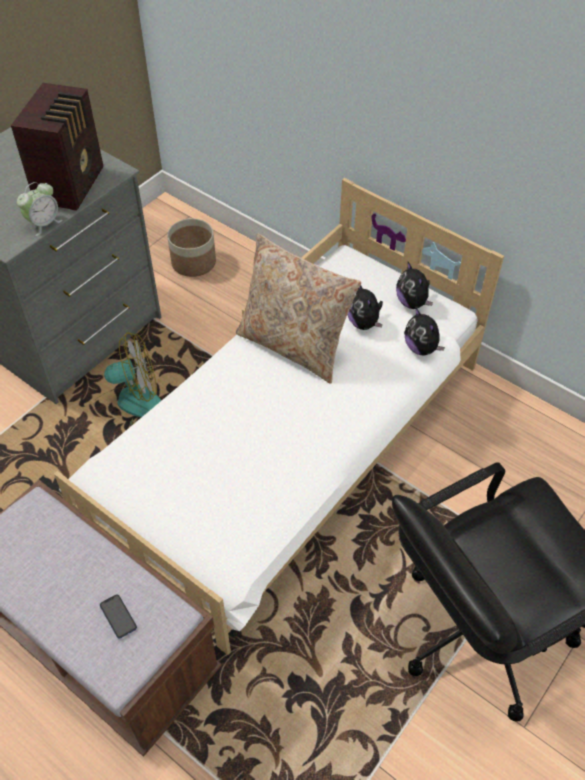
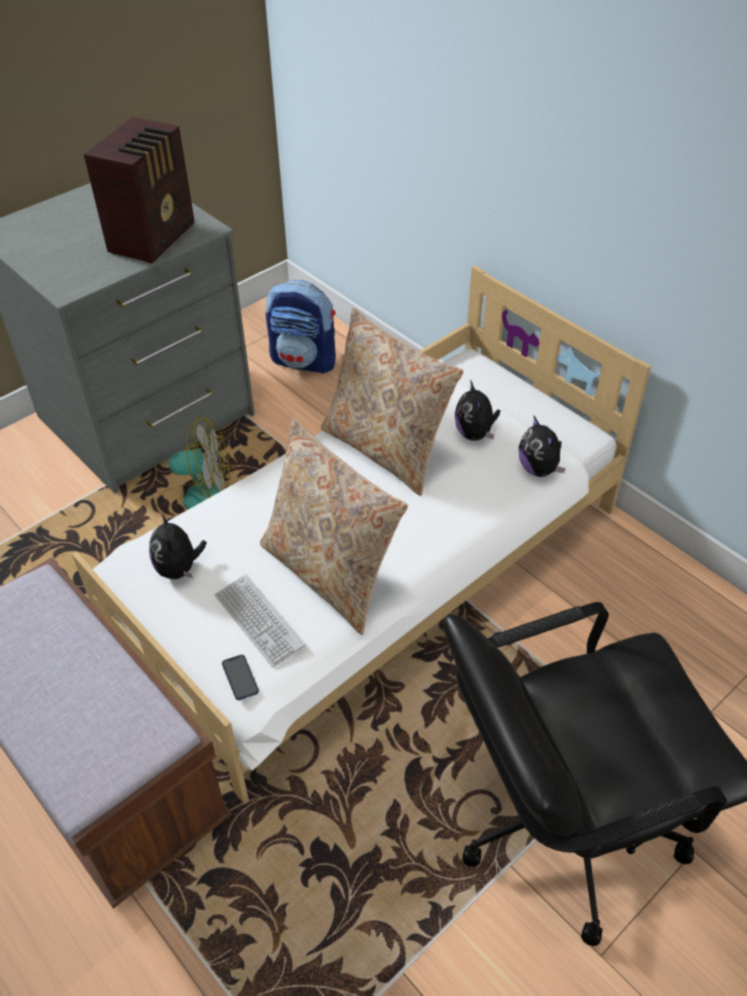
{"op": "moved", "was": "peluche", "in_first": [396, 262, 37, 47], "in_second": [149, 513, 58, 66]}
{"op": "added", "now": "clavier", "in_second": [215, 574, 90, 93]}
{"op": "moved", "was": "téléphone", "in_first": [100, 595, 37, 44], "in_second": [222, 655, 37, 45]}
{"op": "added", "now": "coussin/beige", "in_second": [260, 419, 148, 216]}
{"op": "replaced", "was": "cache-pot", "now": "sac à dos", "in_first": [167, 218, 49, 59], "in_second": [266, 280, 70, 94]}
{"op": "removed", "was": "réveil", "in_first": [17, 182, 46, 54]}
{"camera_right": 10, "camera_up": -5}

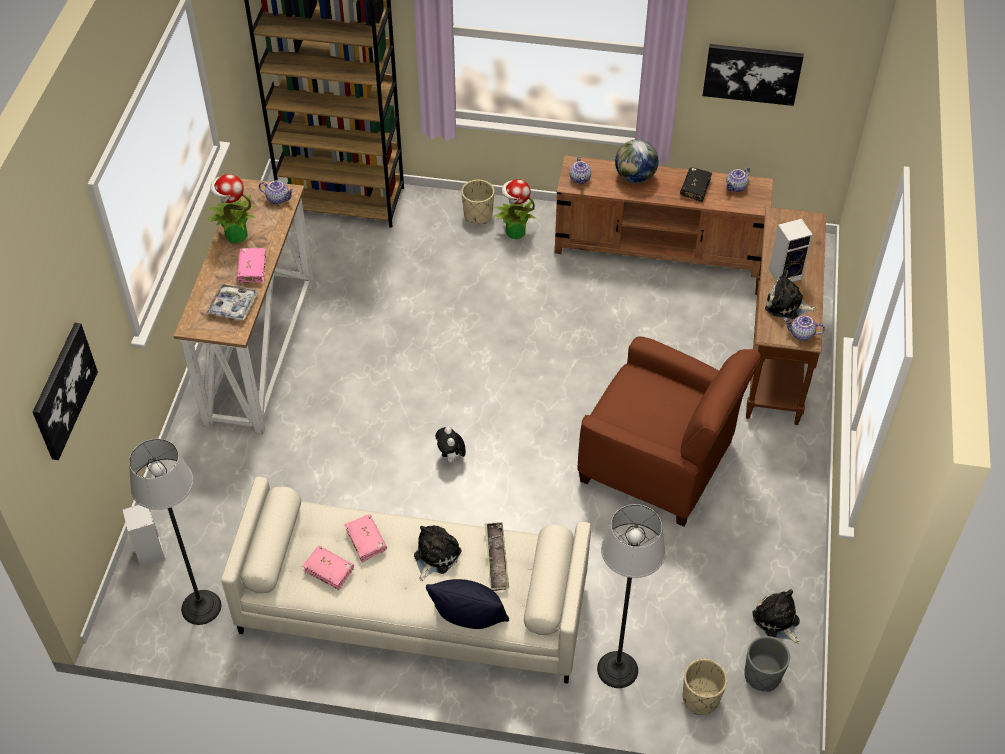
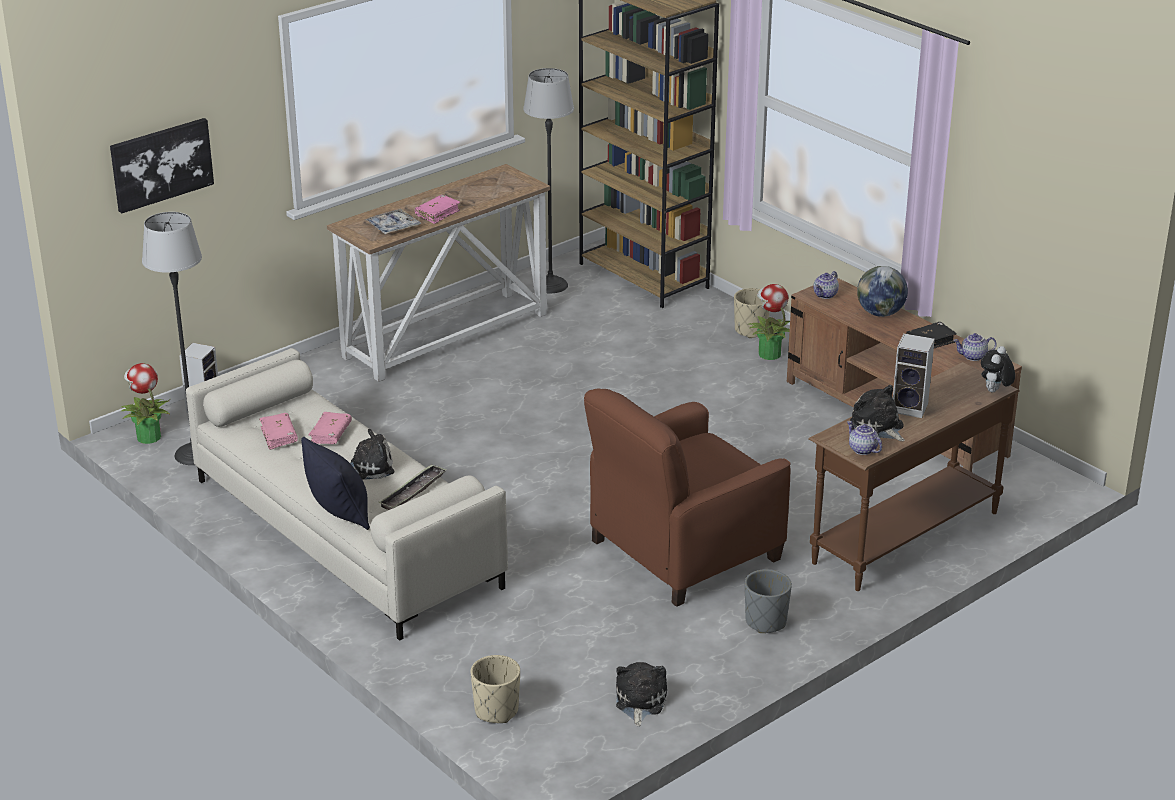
{"op": "moved", "was": "plante en pot", "in_first": [206, 174, 50, 69], "in_second": [120, 363, 50, 81]}
{"op": "moved", "was": "lampadaire", "in_first": [597, 504, 69, 184], "in_second": [523, 68, 51, 225]}
{"op": "turned", "was": "fauteuil/marron", "in_first": [578, 336, 183, 191], "in_second": [584, 389, 206, 218], "clockwise": 75}
{"op": "moved", "was": "cache-pot/gris", "in_first": [744, 636, 46, 55], "in_second": [745, 569, 47, 64]}
{"op": "moved", "was": "peluche", "in_first": [435, 427, 31, 36], "in_second": [981, 346, 34, 46]}
{"op": "removed", "was": "théière", "in_first": [259, 181, 35, 23]}
{"op": "removed", "was": "tableau", "in_first": [703, 44, 101, 62]}
{"camera_right": 40, "camera_up": -20}

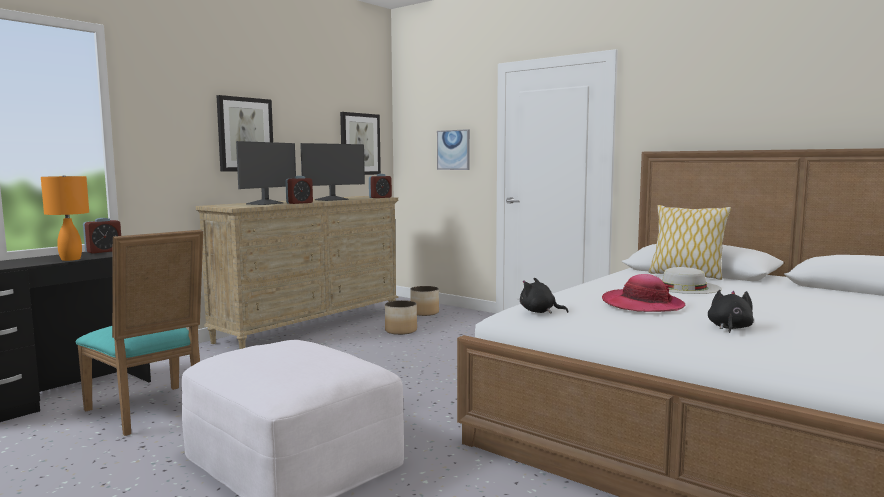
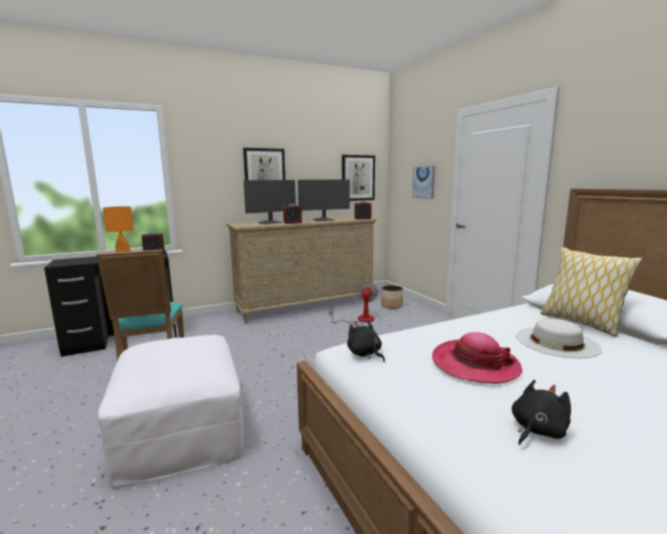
{"op": "replaced", "was": "cache-pot", "now": "ventilateur", "in_first": [385, 300, 32, 35], "in_second": [329, 282, 49, 43]}
{"camera_right": 25, "camera_up": 5}

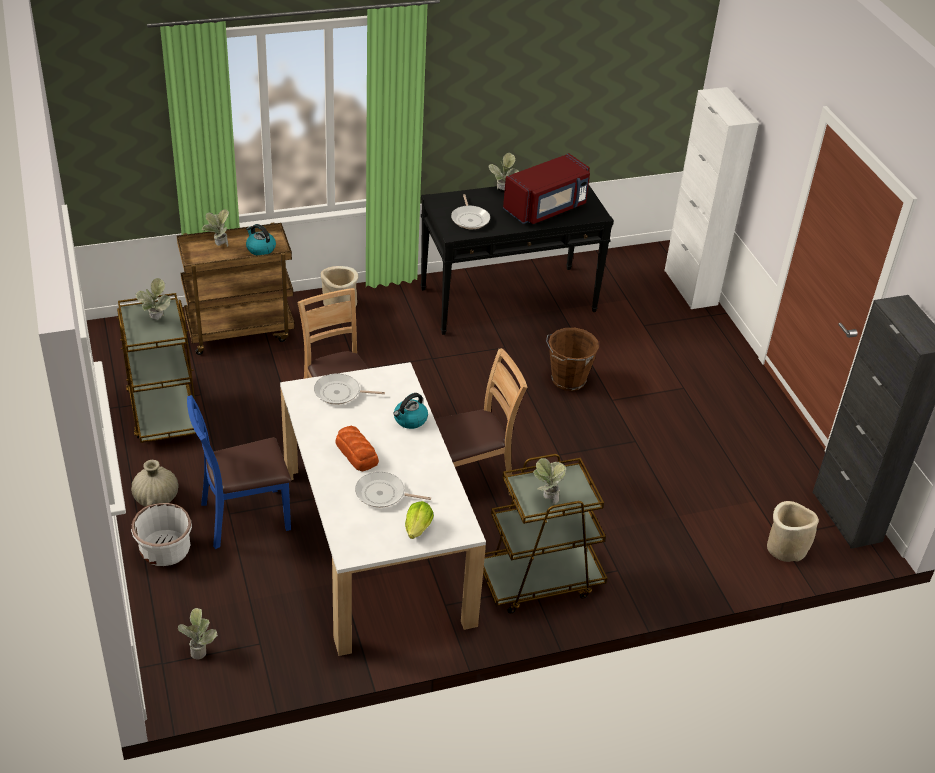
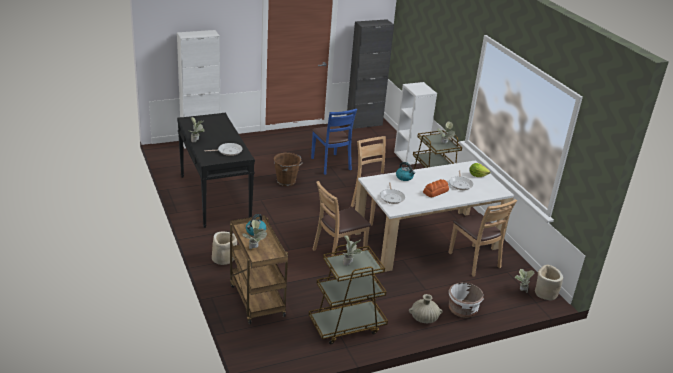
{"op": "moved", "was": "chaise/bleu", "in_first": [187, 395, 104, 154], "in_second": [311, 109, 46, 66]}
{"op": "added", "now": "bibliothèque/blanc", "in_second": [394, 82, 43, 83]}
{"op": "added", "now": "chaise/marron", "in_second": [448, 199, 69, 78]}
{"op": "moved", "was": "cache-pot/beige", "in_first": [767, 501, 52, 61], "in_second": [535, 265, 28, 35]}
{"op": "removed", "was": "micro-ondes/rouge", "in_first": [503, 153, 87, 71]}
{"camera_right": -95, "camera_up": -10}

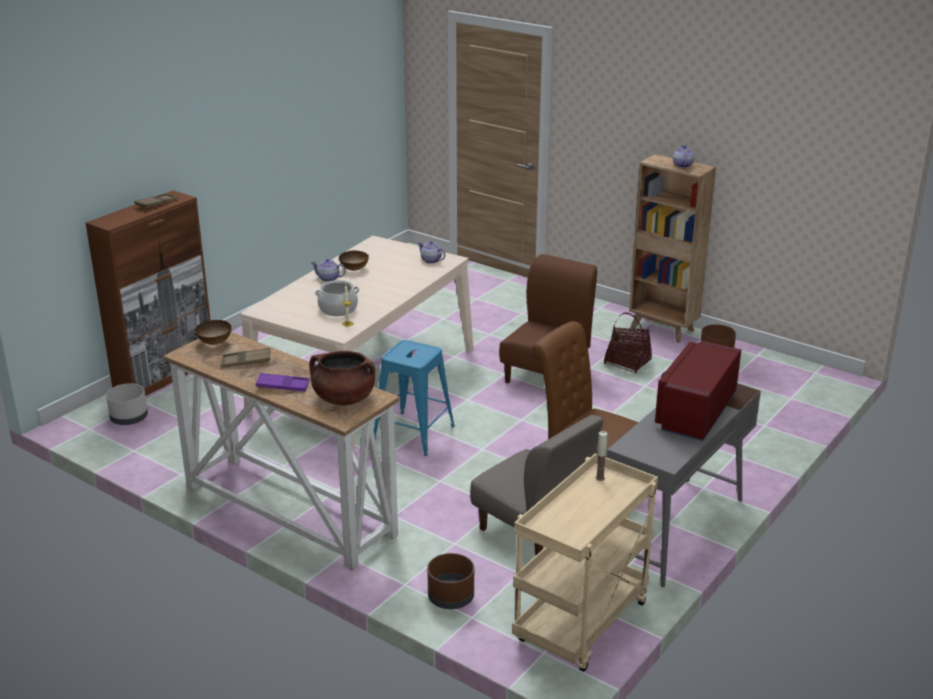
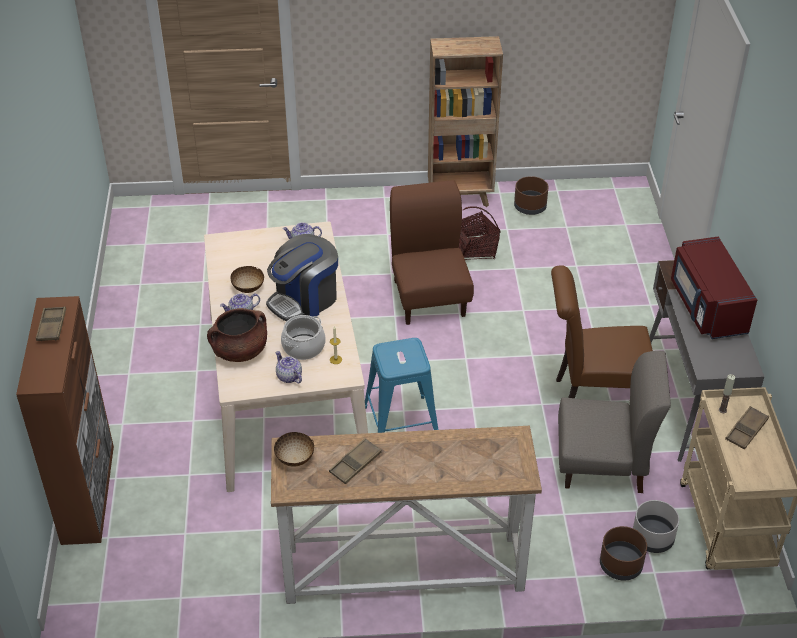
{"op": "moved", "was": "marmite/marron", "in_first": [309, 351, 66, 54], "in_second": [207, 308, 60, 54]}
{"op": "added", "now": "machine à café", "in_second": [266, 234, 72, 88]}
{"op": "moved", "was": "théière", "in_first": [673, 145, 21, 23], "in_second": [275, 351, 27, 32]}
{"op": "moved", "was": "cache-pot/gris", "in_first": [106, 383, 42, 42], "in_second": [633, 500, 46, 53]}
{"op": "added", "now": "plateau/marron", "in_second": [725, 406, 44, 44]}
{"op": "removed", "was": "plateau/violet", "in_first": [256, 373, 53, 19]}
{"camera_right": -40, "camera_up": 15}

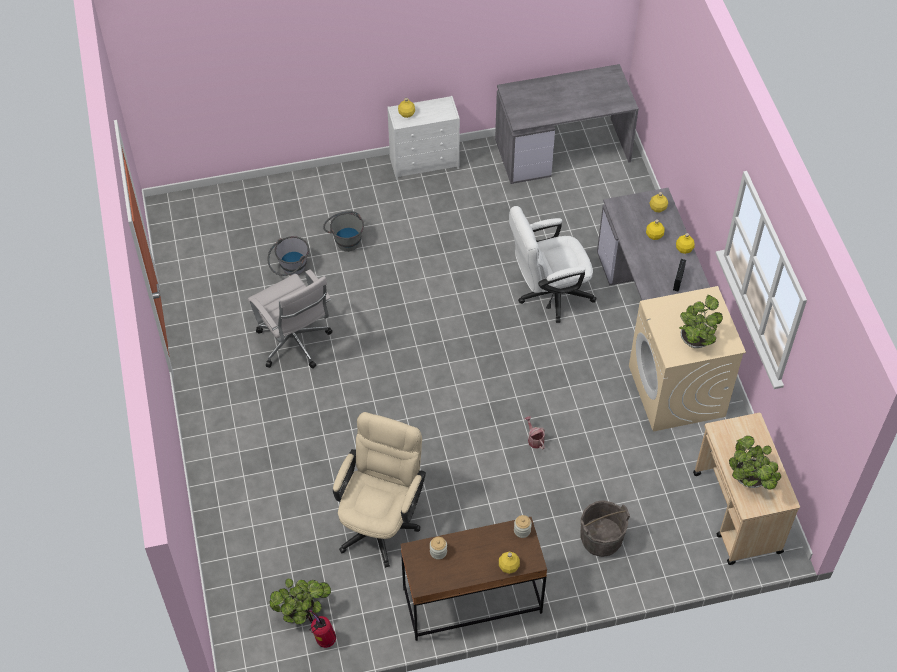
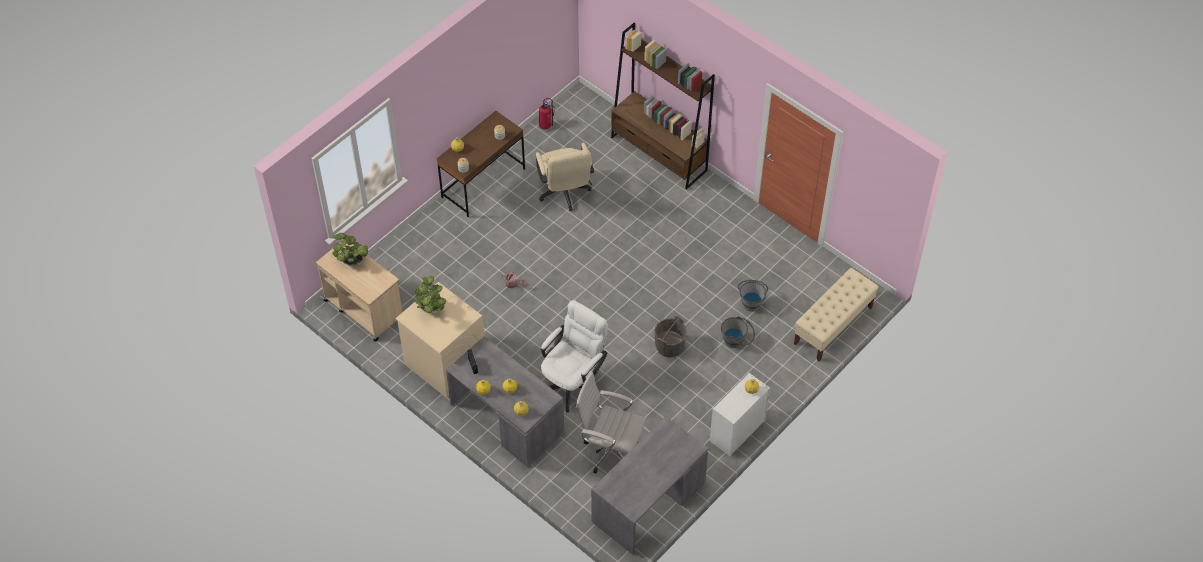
{"op": "moved", "was": "chaise de bureau/blanc", "in_first": [248, 269, 85, 99], "in_second": [576, 372, 70, 101]}
{"op": "added", "now": "bibliothèque/marron", "in_second": [611, 23, 104, 167]}
{"op": "moved", "was": "seau/gris", "in_first": [580, 501, 50, 56], "in_second": [654, 315, 33, 43]}
{"op": "added", "now": "banc/beige", "in_second": [794, 268, 85, 94]}
{"op": "removed", "was": "plante en pot", "in_first": [270, 579, 61, 46]}
{"camera_right": 145, "camera_up": 0}

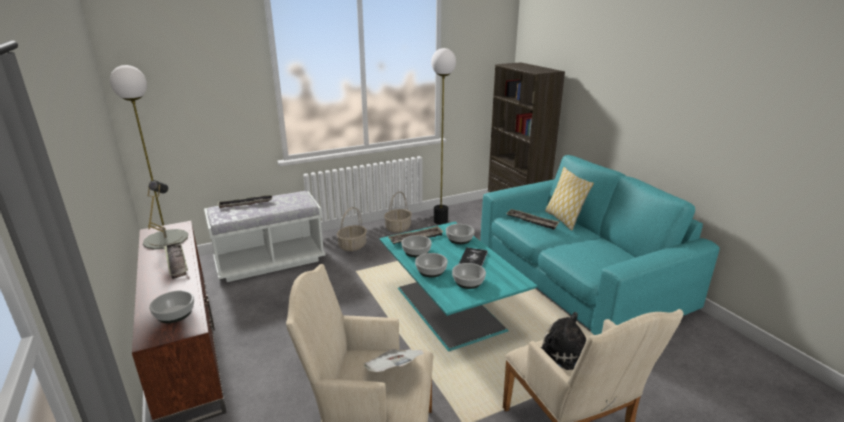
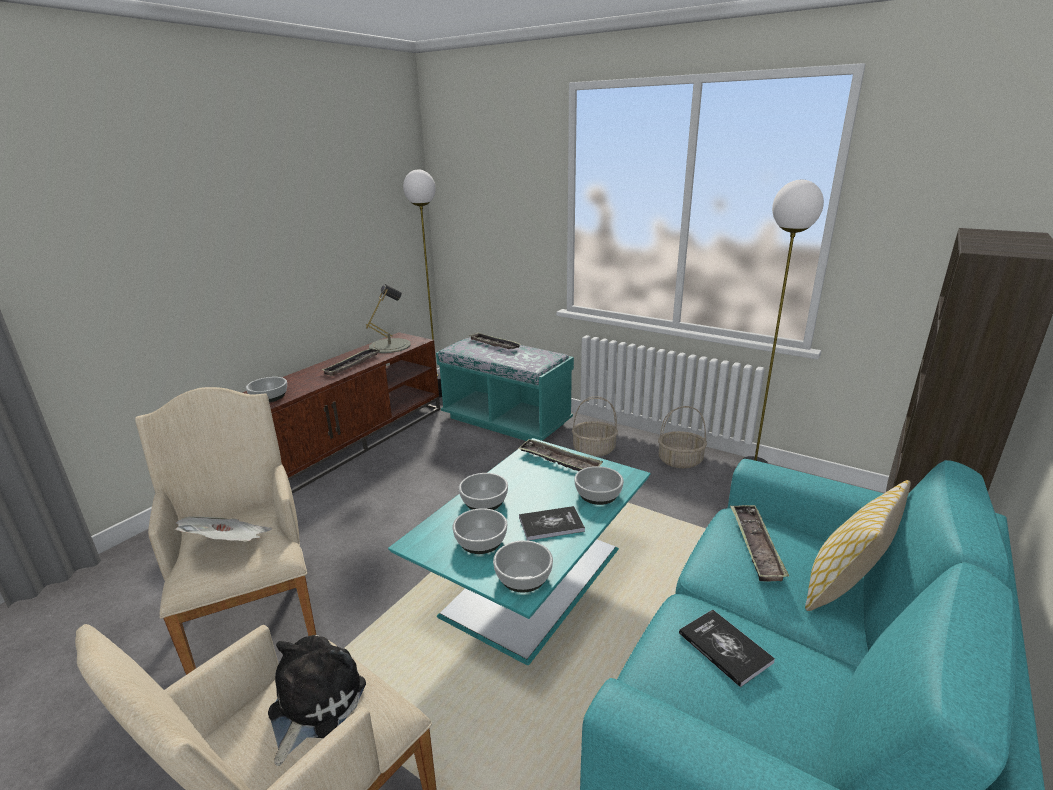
{"op": "recoloured", "was": "banc/blanc", "now": "banc/turquoise", "in_first": [204, 191, 121, 91], "in_second": [436, 337, 138, 104]}
{"op": "moved", "was": "bol", "in_first": [401, 235, 31, 22], "in_second": [493, 540, 60, 53]}
{"op": "added", "now": "livre", "in_second": [679, 609, 96, 78]}
{"camera_right": 60, "camera_up": 0}

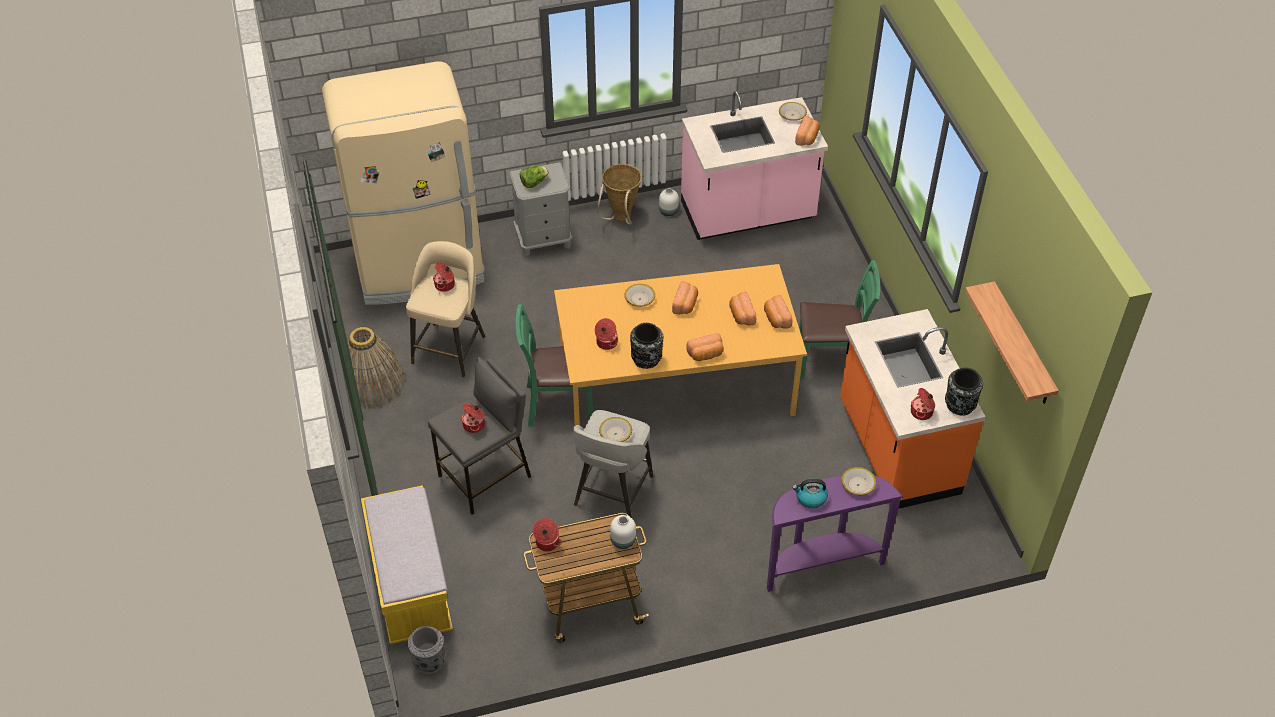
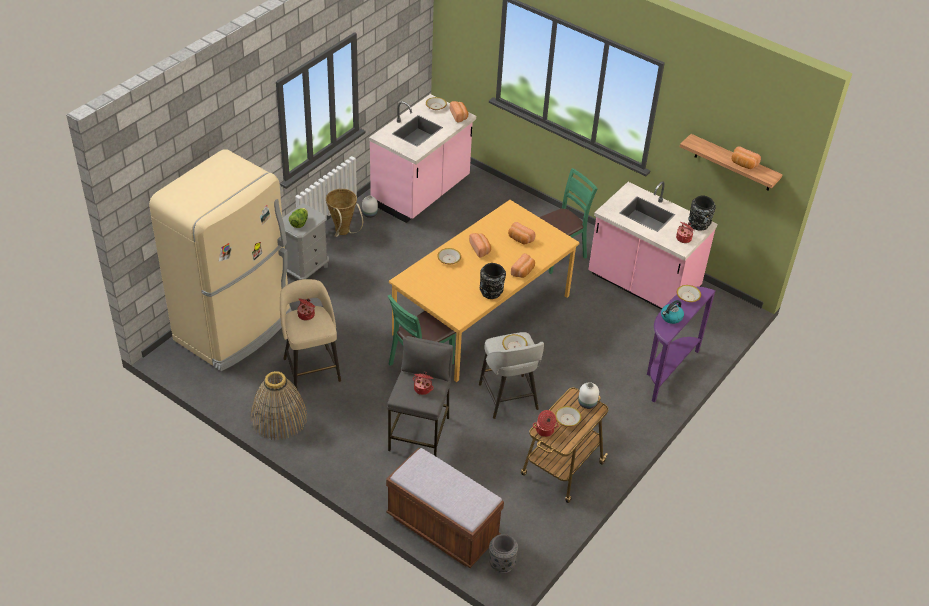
{"op": "recoloured", "was": "banc/jaune", "now": "banc/marron", "in_first": [361, 485, 92, 159], "in_second": [386, 448, 118, 120]}
{"op": "added", "now": "bol", "in_second": [555, 406, 27, 21]}
{"op": "recoloured", "was": "comptoir de cuisine/orange", "now": "comptoir de cuisine/rose", "in_first": [840, 309, 146, 199], "in_second": [588, 181, 130, 128]}
{"op": "moved", "was": "pain", "in_first": [764, 295, 29, 34], "in_second": [731, 146, 30, 23]}
{"op": "removed", "was": "marmite", "in_first": [595, 318, 23, 32]}
{"camera_right": -40, "camera_up": -5}

